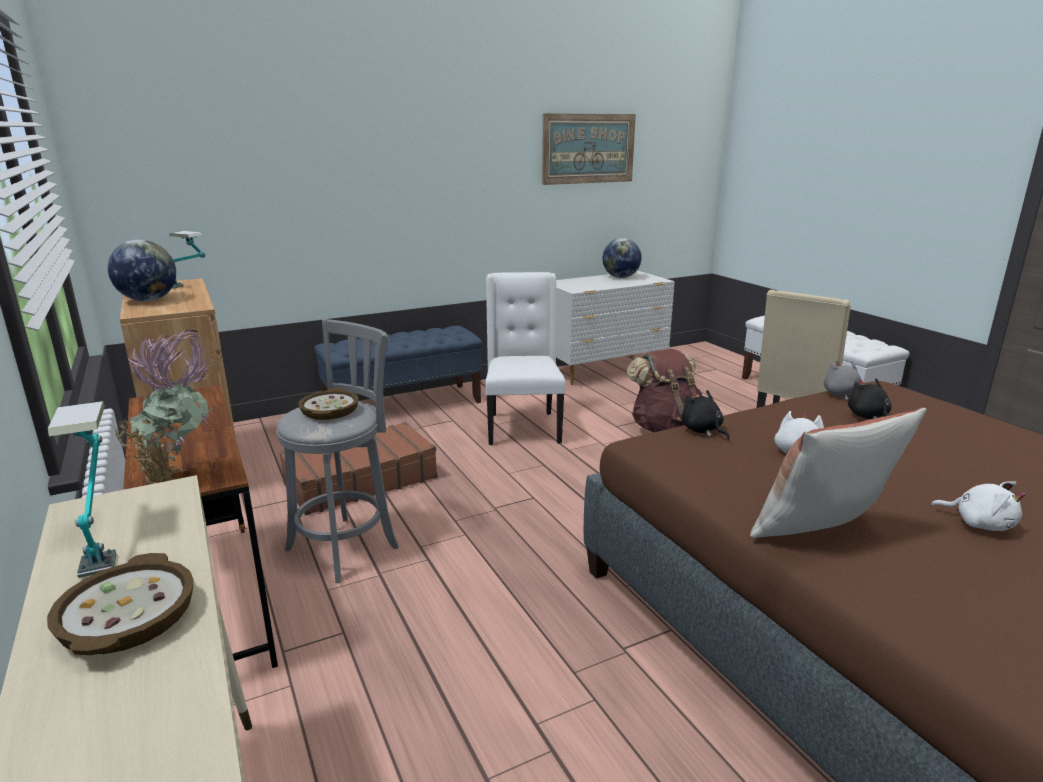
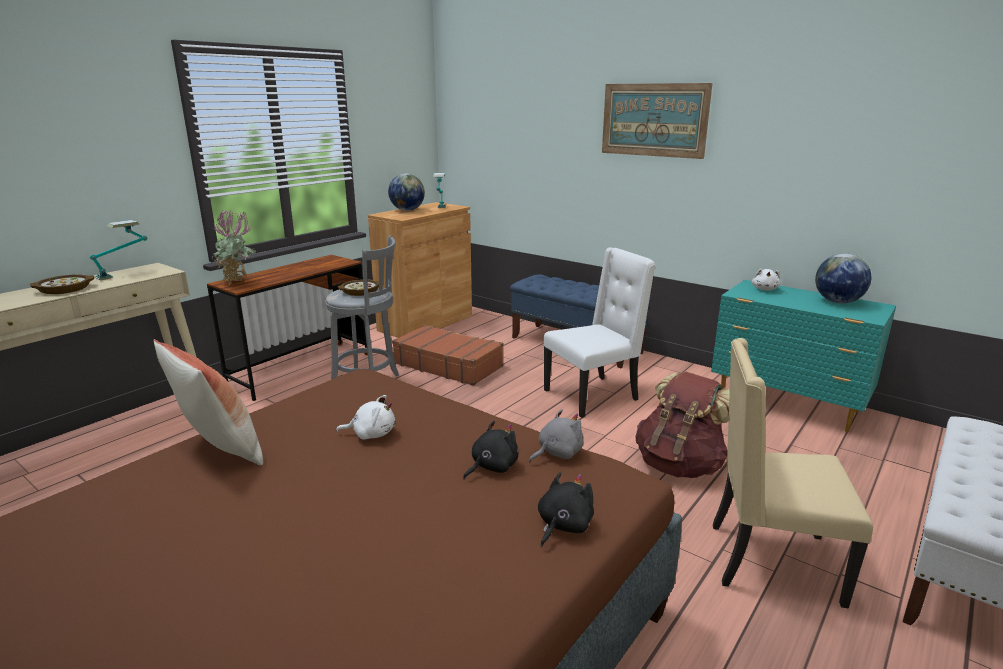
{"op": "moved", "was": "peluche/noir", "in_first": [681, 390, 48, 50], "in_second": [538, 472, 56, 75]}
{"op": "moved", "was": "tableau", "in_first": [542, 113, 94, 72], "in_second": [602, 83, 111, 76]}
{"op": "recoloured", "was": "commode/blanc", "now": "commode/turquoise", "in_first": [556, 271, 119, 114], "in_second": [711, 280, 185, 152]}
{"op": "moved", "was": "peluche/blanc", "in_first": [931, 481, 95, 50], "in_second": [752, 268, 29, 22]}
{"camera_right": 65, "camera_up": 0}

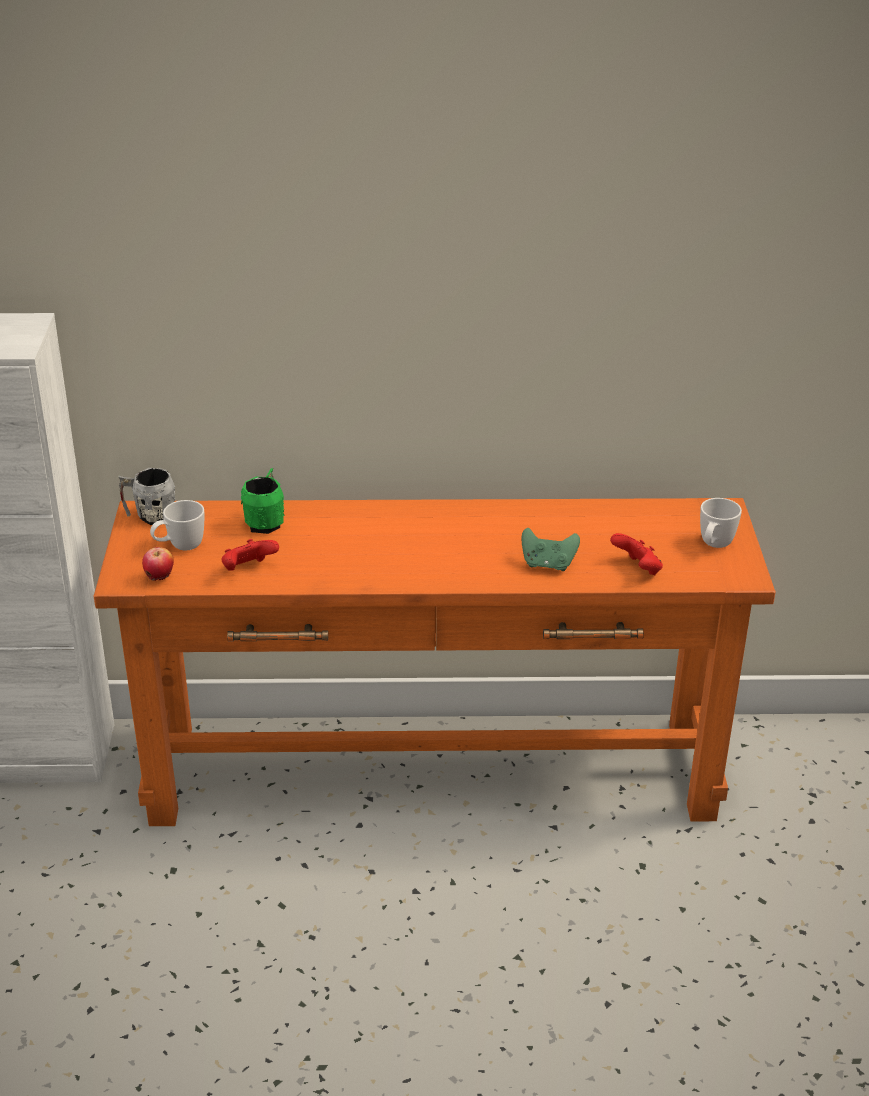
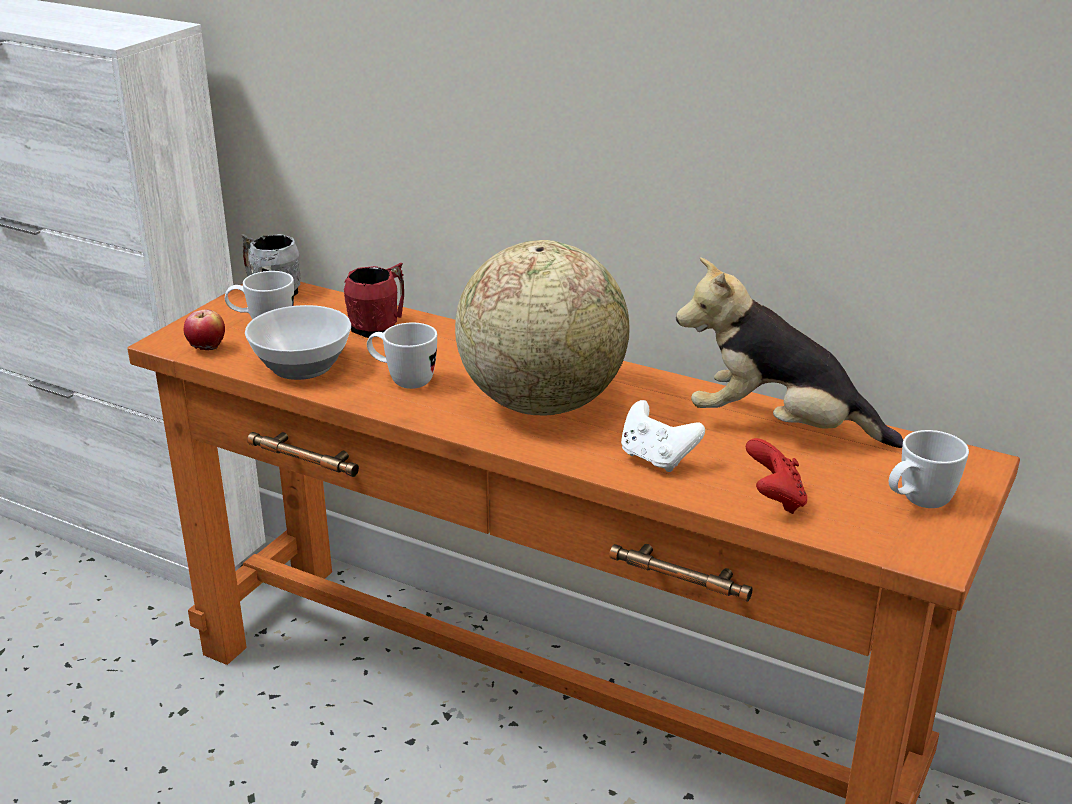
{"op": "replaced", "was": "manette/rouge", "now": "bol", "in_first": [221, 539, 58, 32], "in_second": [245, 305, 106, 75]}
{"op": "recoloured", "was": "mug/vert", "now": "mug/rouge", "in_first": [241, 468, 43, 66], "in_second": [344, 263, 60, 75]}
{"op": "added", "now": "mug/blanc", "in_second": [367, 322, 70, 67]}
{"op": "added", "now": "globe", "in_second": [455, 240, 175, 175]}
{"op": "recoloured", "was": "manette/vert", "now": "manette/blanc", "in_first": [521, 528, 59, 43], "in_second": [621, 400, 84, 72]}
{"op": "added", "now": "peluche", "in_second": [676, 257, 227, 191]}
{"camera_right": 30, "camera_up": -5}

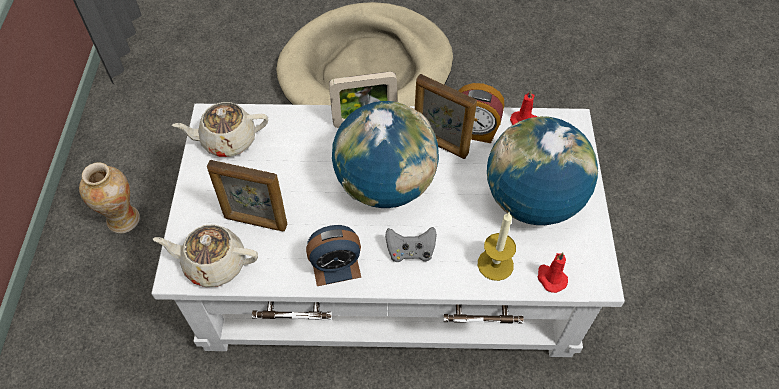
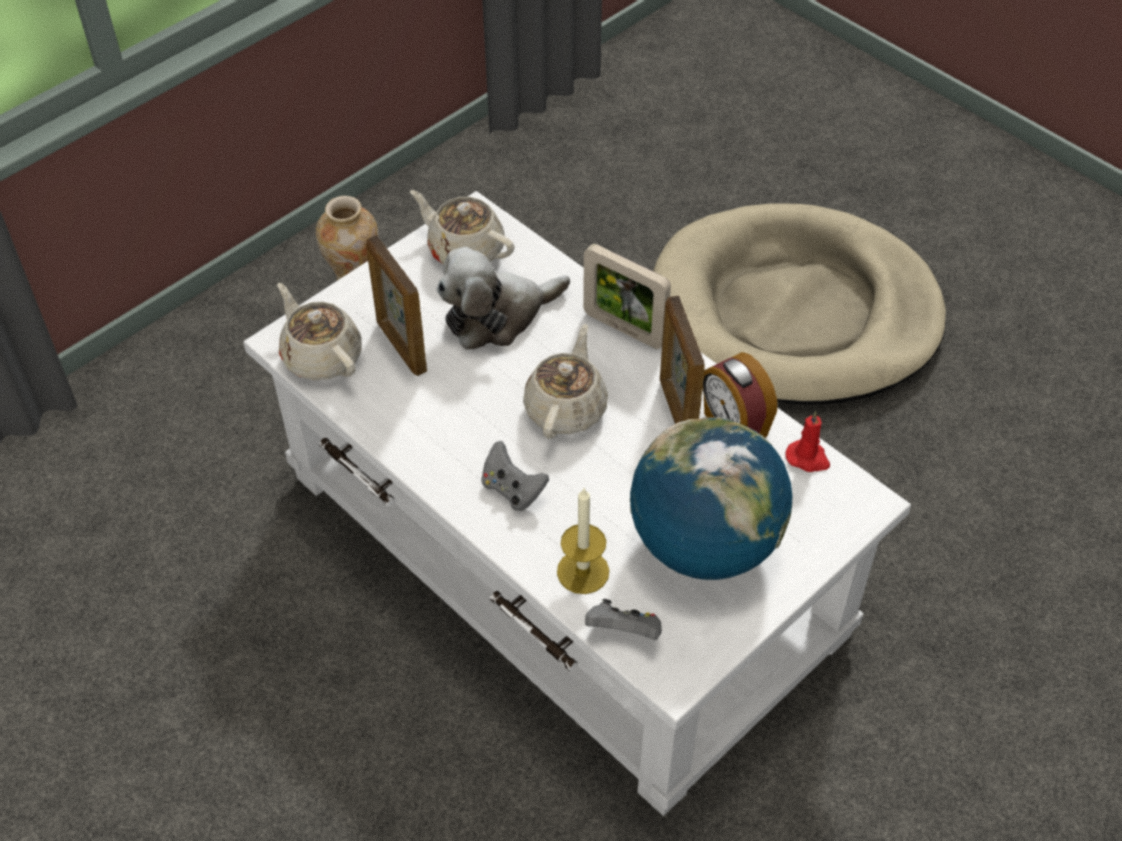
{"op": "added", "now": "peluche", "in_second": [437, 247, 133, 103]}
{"op": "replaced", "was": "globe", "now": "théière/beige", "in_first": [332, 101, 107, 107], "in_second": [523, 324, 85, 115]}
{"op": "replaced", "was": "bougie/rouge", "now": "manette/gris", "in_first": [538, 252, 30, 41], "in_second": [585, 599, 77, 41]}
{"op": "removed", "was": "réveil", "in_first": [306, 225, 55, 61]}
{"camera_right": 45, "camera_up": -5}

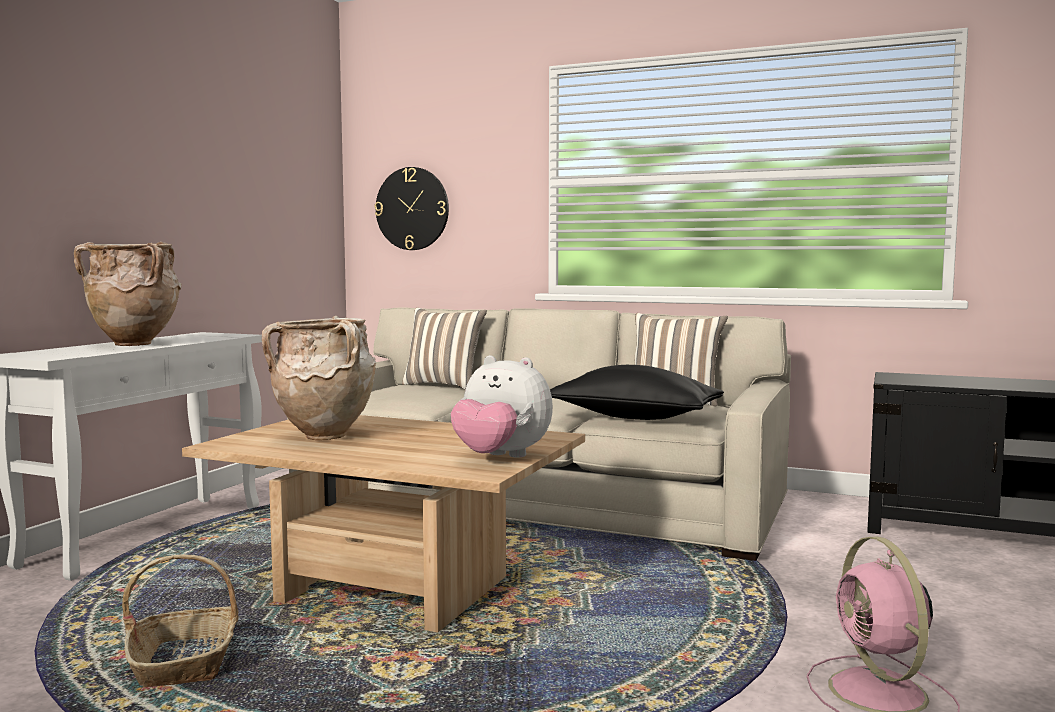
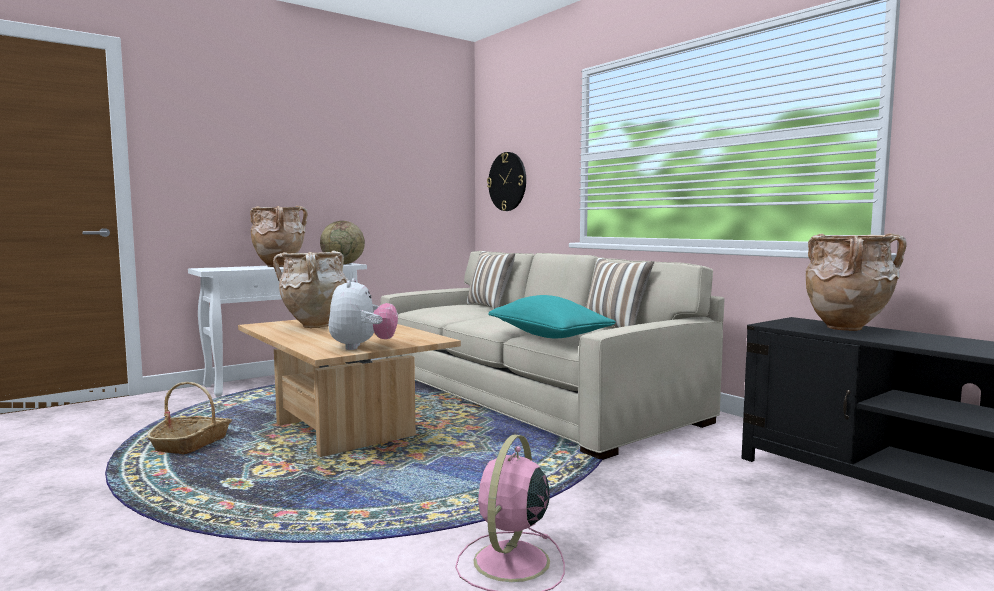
{"op": "added", "now": "globe", "in_second": [320, 221, 45, 43]}
{"op": "turned", "was": "peluche", "in_first": [451, 355, 102, 103], "in_second": [329, 278, 69, 72], "clockwise": -150}
{"op": "recoloured", "was": "coussin/noir", "now": "coussin/turquoise", "in_first": [550, 365, 174, 55], "in_second": [488, 295, 128, 43]}
{"op": "added", "now": "vase/beige", "in_second": [806, 233, 101, 98]}
{"camera_right": 30, "camera_up": 0}

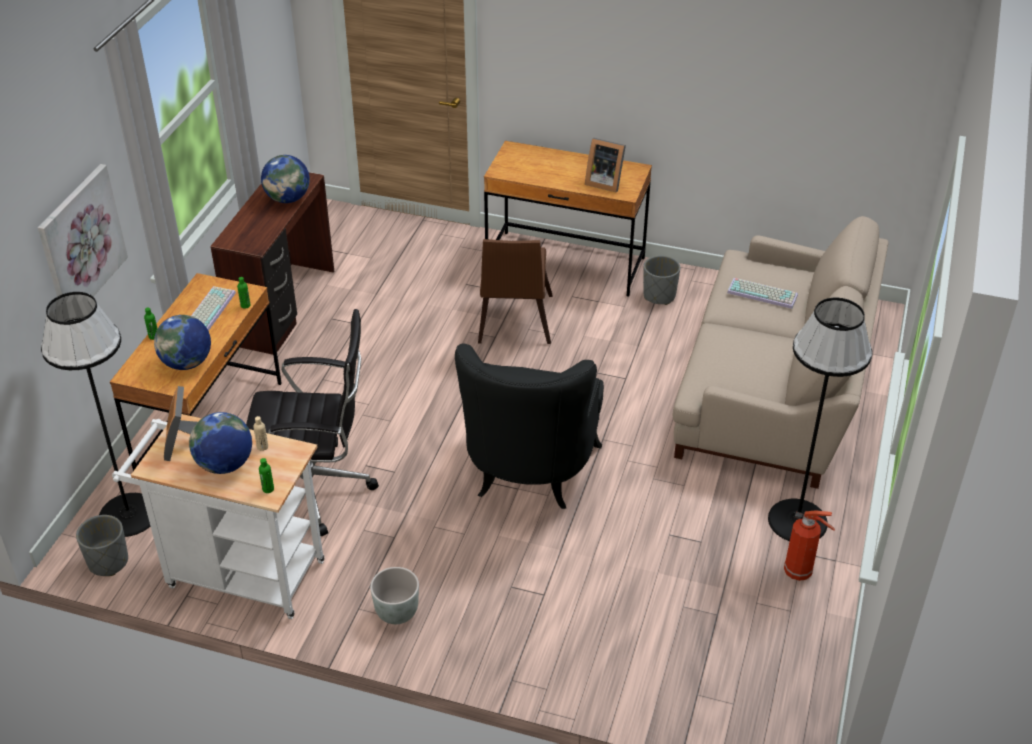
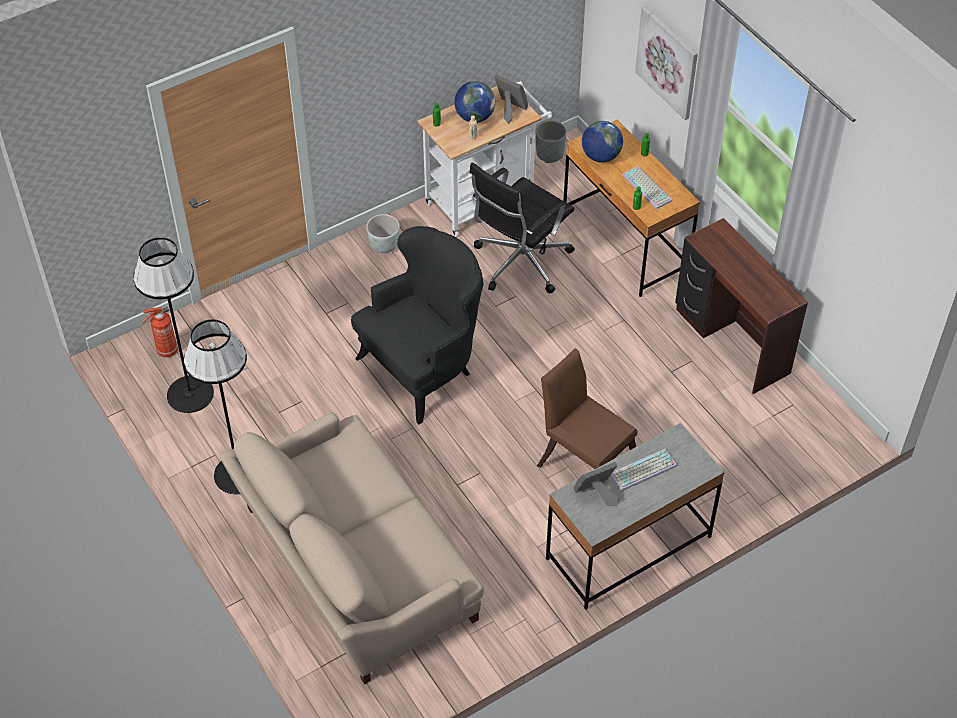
{"op": "moved", "was": "lampadaire/noir", "in_first": [41, 292, 109, 245], "in_second": [133, 237, 81, 176]}
{"op": "moved", "was": "extincteur", "in_first": [784, 510, 51, 71], "in_second": [141, 307, 37, 50]}
{"op": "turned", "was": "fauteuil/noir", "in_first": [455, 344, 149, 165], "in_second": [351, 226, 133, 198], "clockwise": 90}
{"op": "recoloured", "was": "bureau/marron", "now": "bureau/gris", "in_first": [484, 141, 168, 155], "in_second": [546, 423, 179, 187]}
{"op": "moved", "was": "clavier", "in_first": [727, 278, 71, 31], "in_second": [610, 449, 67, 42]}
{"op": "removed", "was": "globe", "in_first": [261, 155, 49, 48]}
{"op": "removed", "was": "cache-pot/gris", "in_first": [643, 255, 37, 50]}
{"camera_right": 130, "camera_up": 10}

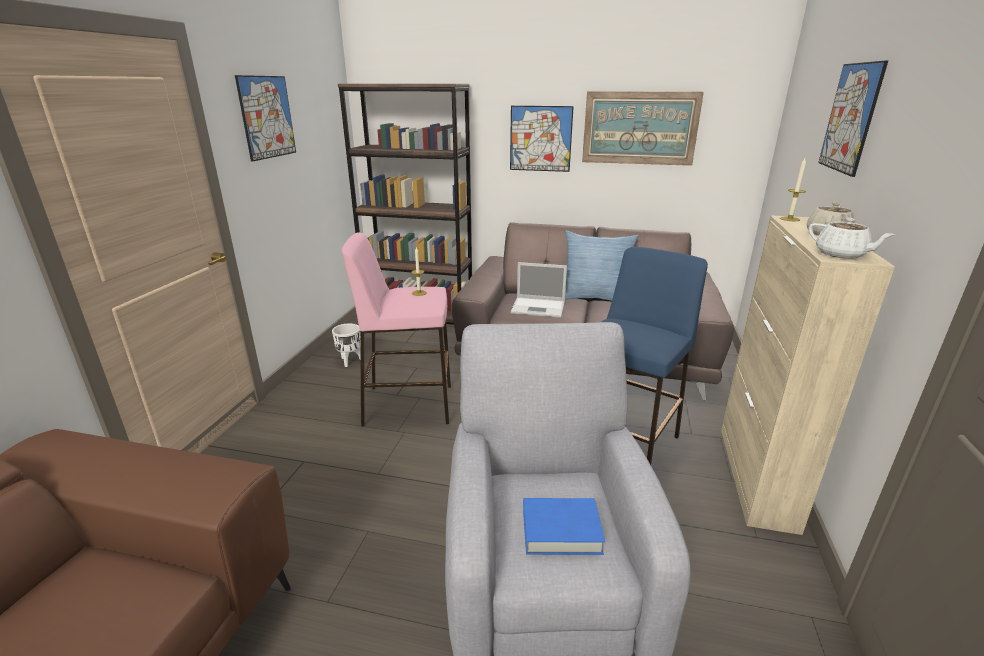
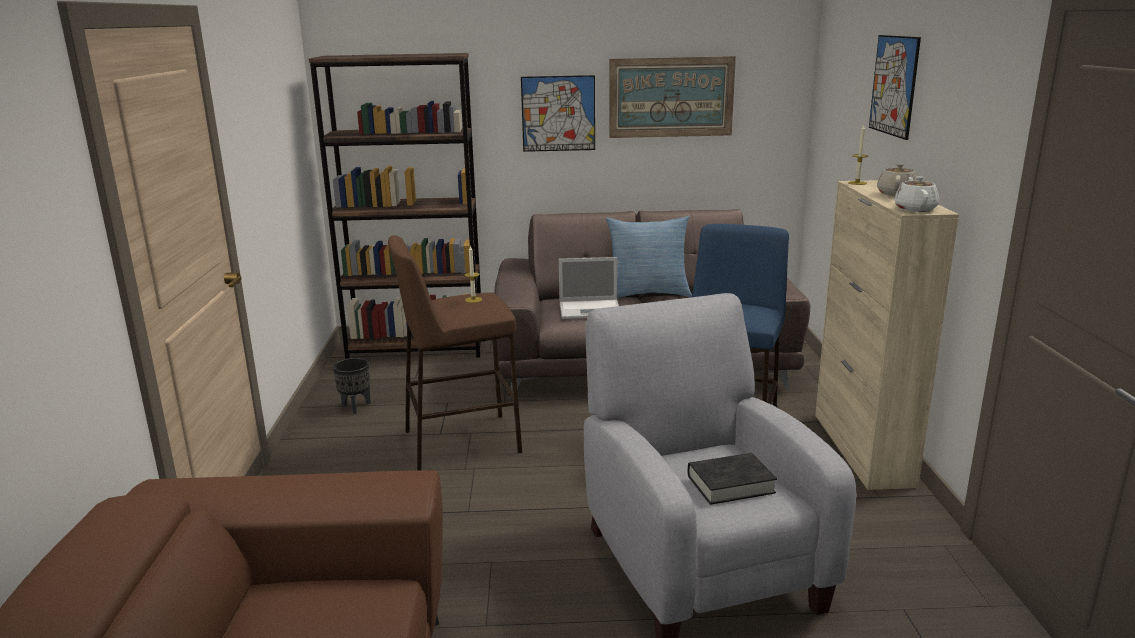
{"op": "recoloured", "was": "cache-pot/blanc", "now": "cache-pot/noir", "in_first": [332, 324, 29, 43], "in_second": [333, 358, 38, 56]}
{"op": "recoloured", "was": "tabouret/rose", "now": "tabouret/marron", "in_first": [342, 233, 109, 194], "in_second": [388, 235, 134, 235]}
{"op": "recoloured", "was": "livre/bleu", "now": "livre/noir", "in_first": [523, 498, 82, 57], "in_second": [688, 453, 89, 52]}
{"op": "turned", "was": "théière/blanc", "in_first": [808, 218, 88, 41], "in_second": [895, 176, 44, 36], "clockwise": -120}
{"op": "removed", "was": "tableau", "in_first": [235, 75, 61, 87]}
{"camera_right": -15, "camera_up": -5}

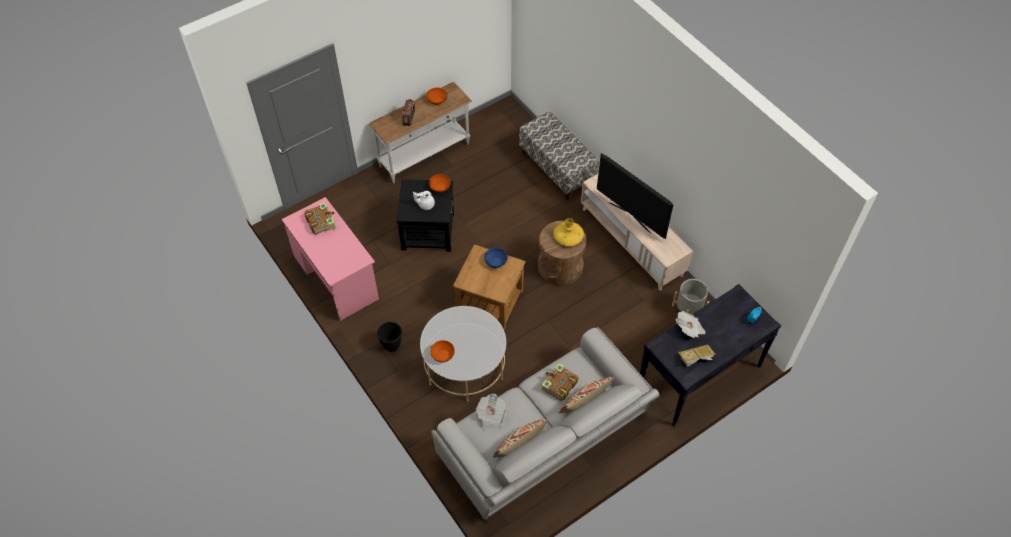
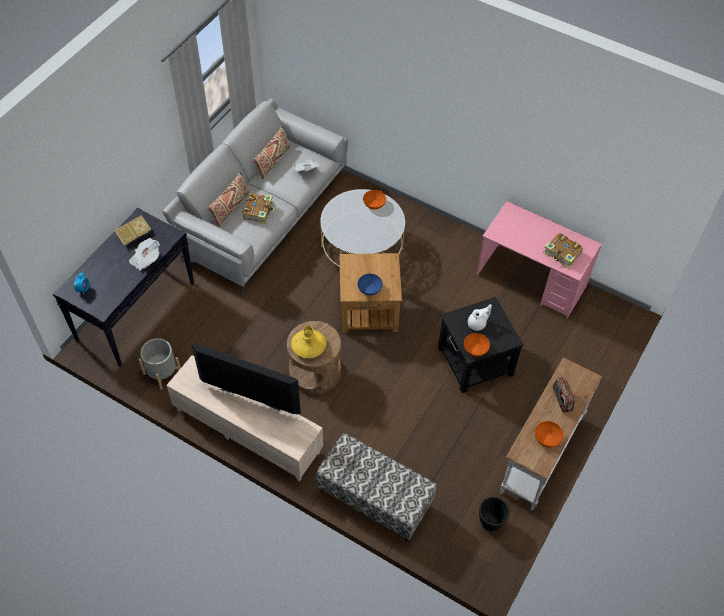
{"op": "moved", "was": "cache-pot/noir", "in_first": [377, 321, 25, 31], "in_second": [479, 497, 31, 34]}
{"camera_right": 155, "camera_up": 0}

